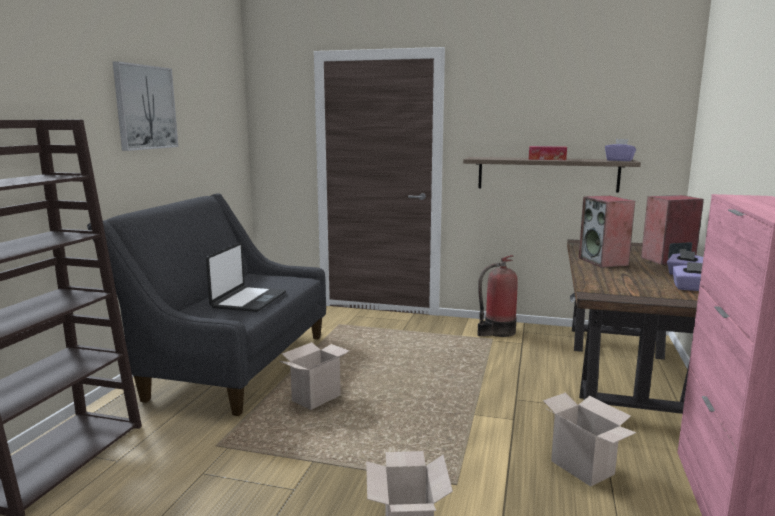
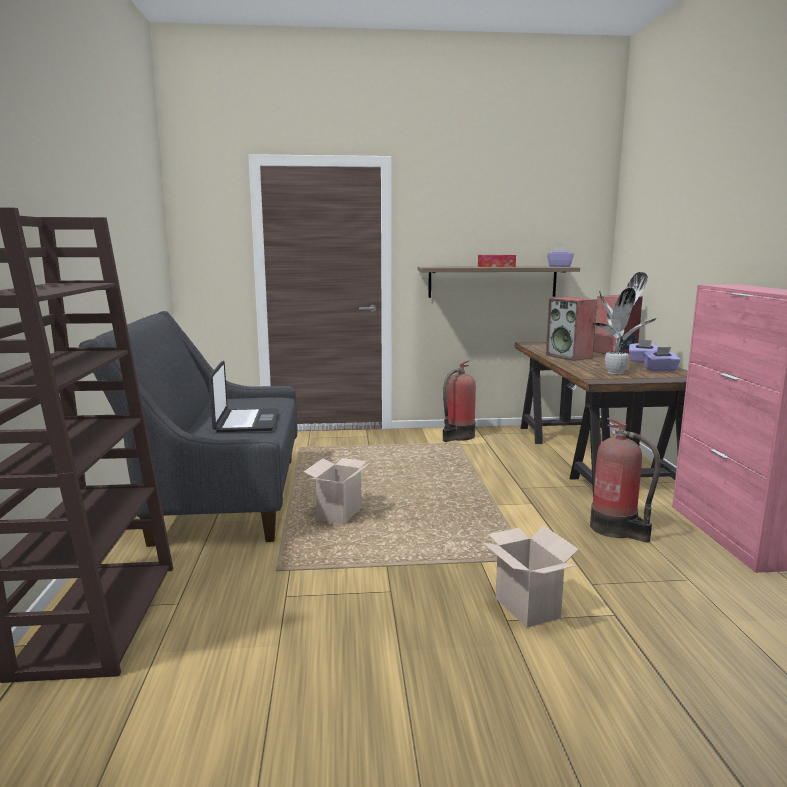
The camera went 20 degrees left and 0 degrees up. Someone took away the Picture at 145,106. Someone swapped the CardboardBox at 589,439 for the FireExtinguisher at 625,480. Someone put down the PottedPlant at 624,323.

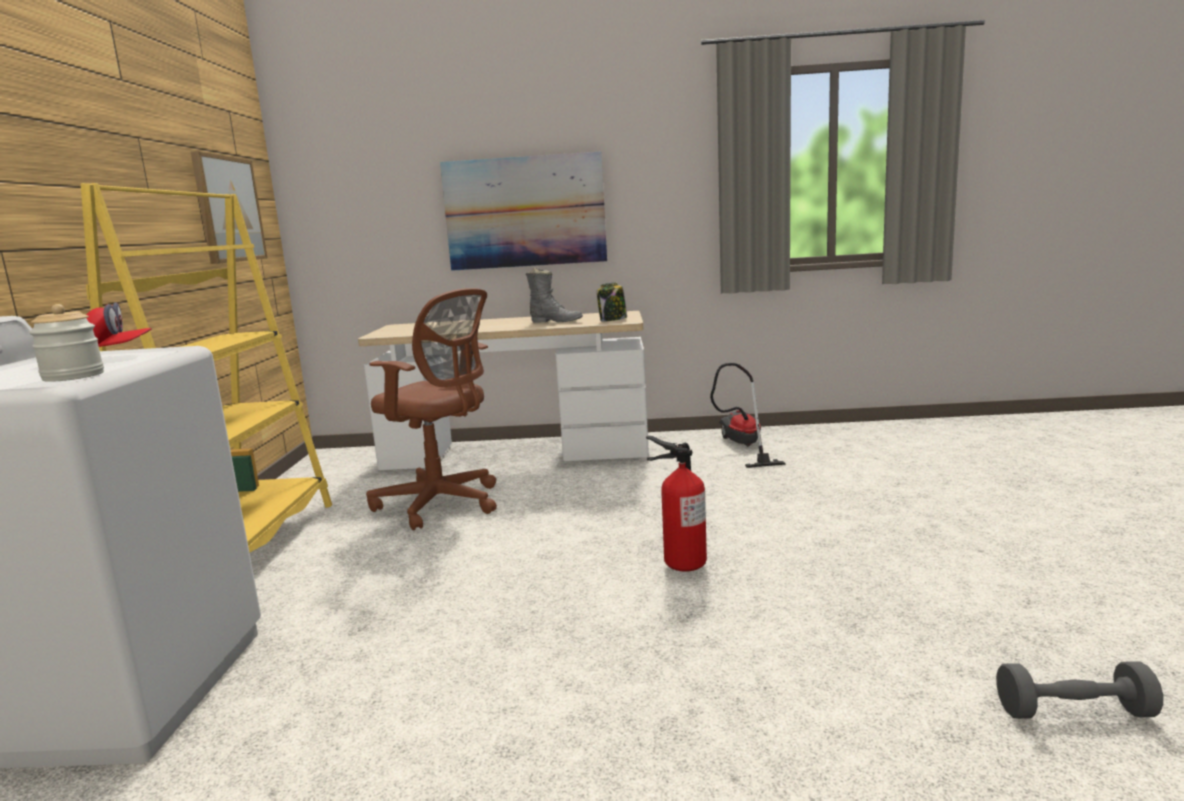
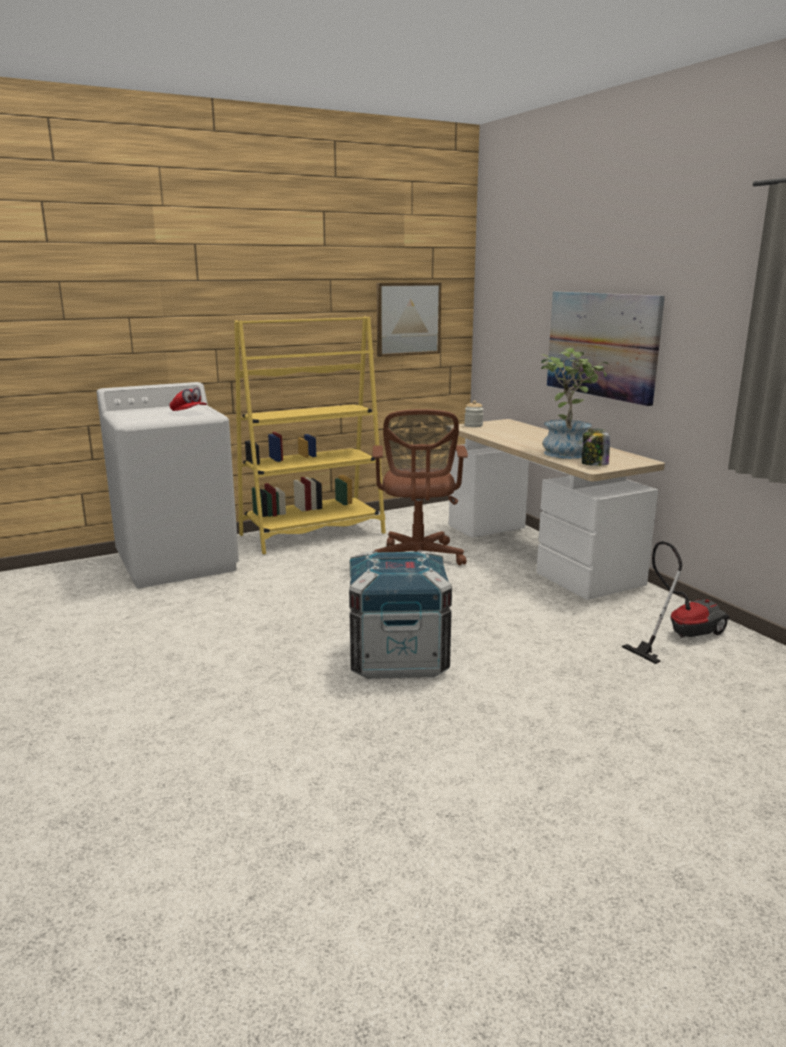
The camera went 60 degrees right and 5 degrees up. Someone swapped the GreyBoot at 554,295 for the PottedPlant at 575,403. Someone carried the Jar from 66,343 to 474,413. Someone swapped the FireExtinguisher at 676,504 for the Crate at 400,614. Someone took away the GreyDumbbell at 1079,690.

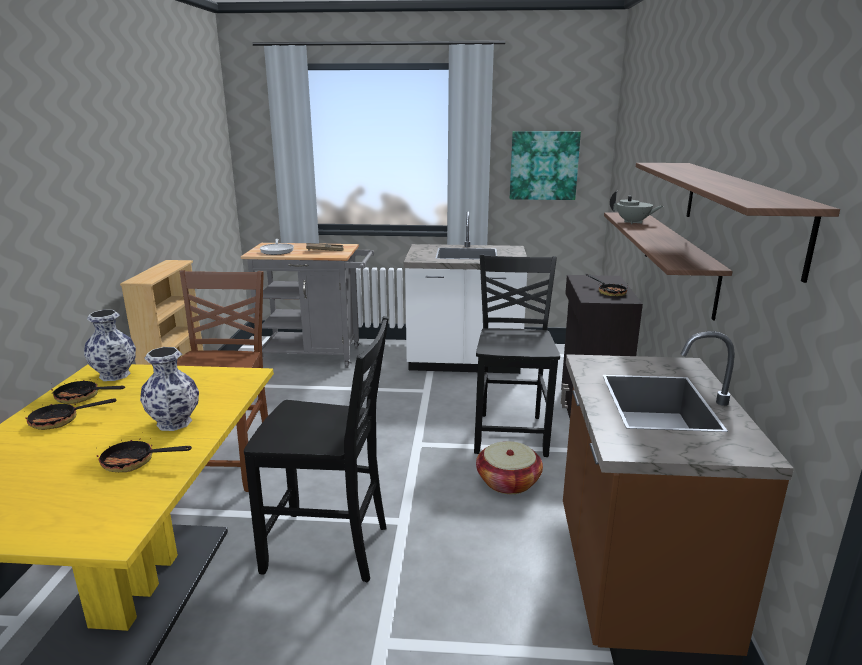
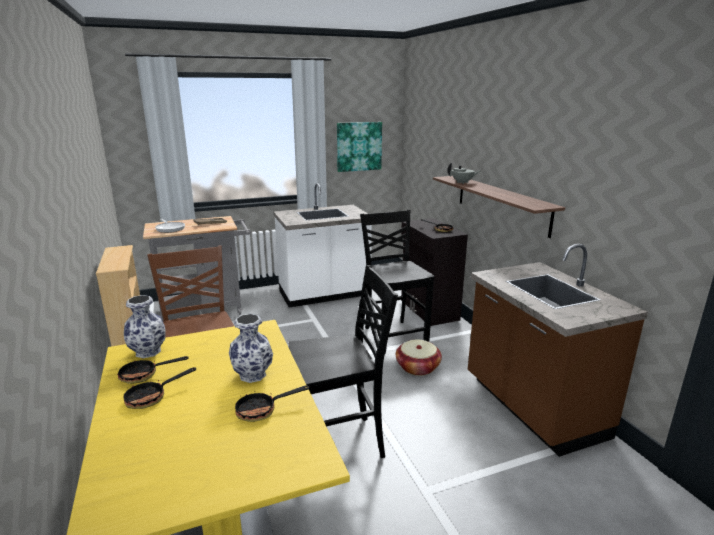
The camera went 25 degrees left and 0 degrees up. Someone took away the Shelf at 738,223.

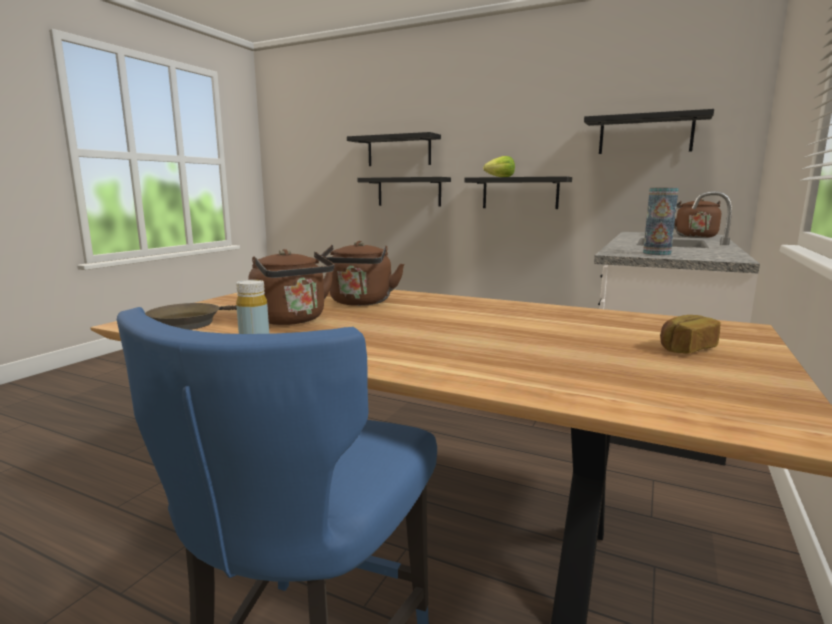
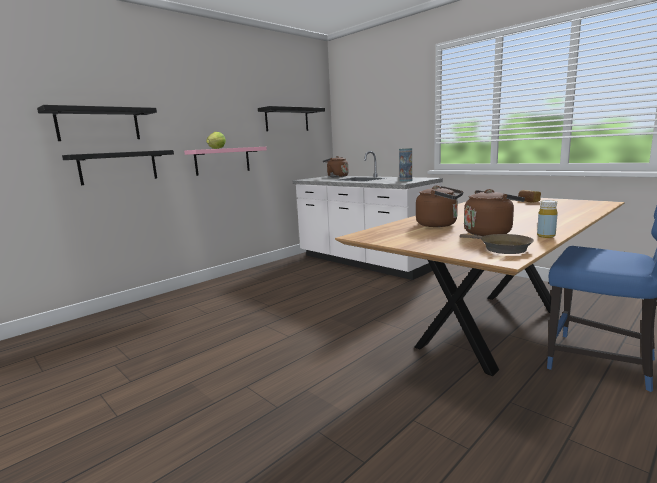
The camera went 70 degrees left and 0 degrees up. Someone repainted the BlackShelf at 518,192, which became the PinkShelf at 225,161.

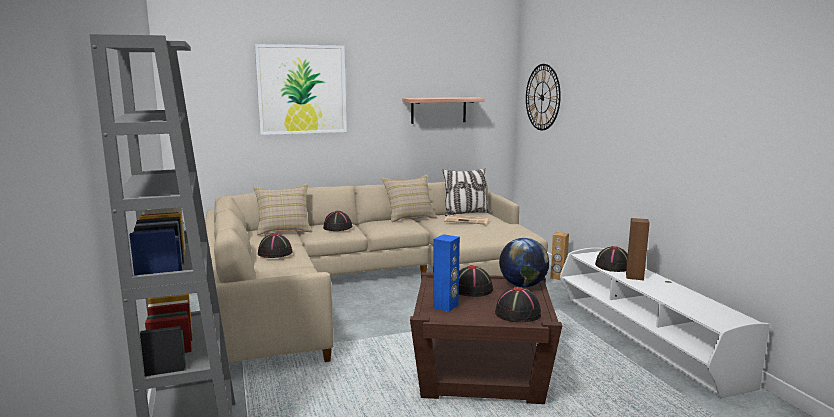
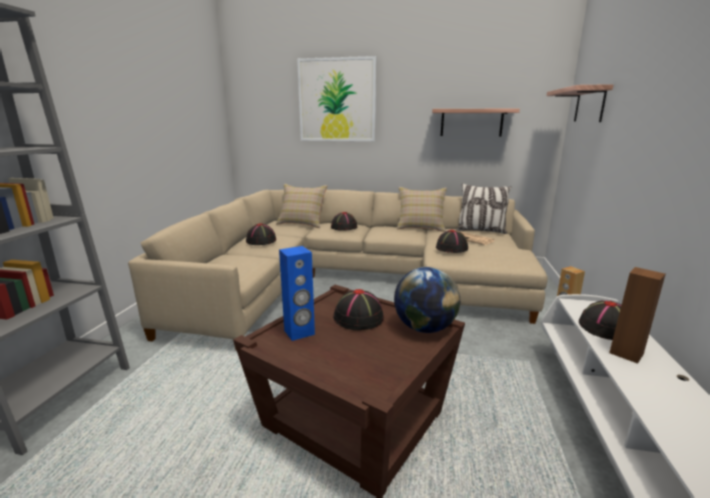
The camera went 30 degrees right and 5 degrees up. Someone swapped the WallClock at 543,97 for the Shelf at 580,103. Someone carried the BlackHat from 518,304 to 452,241.

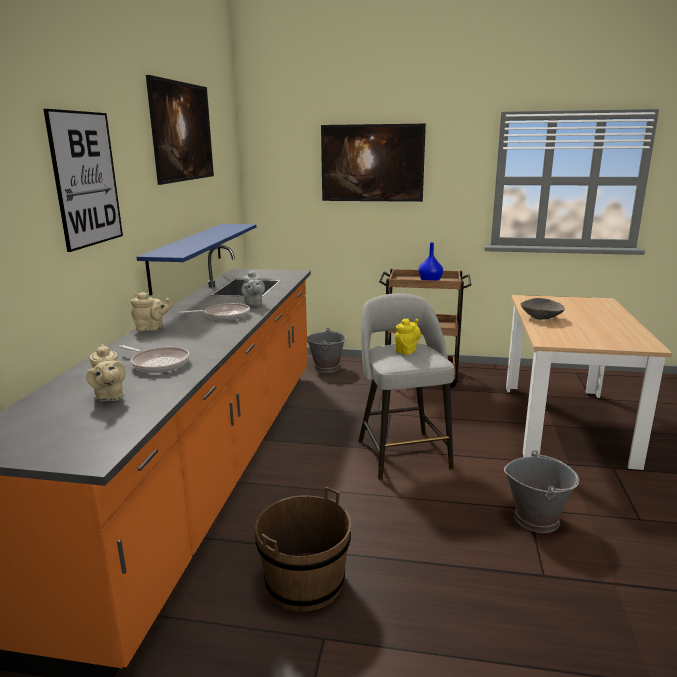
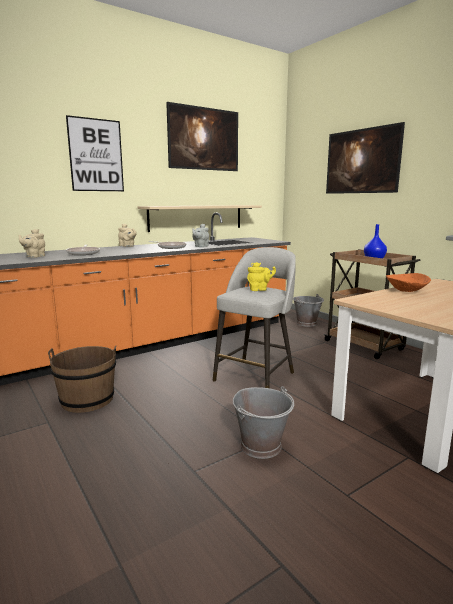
The camera went 45 degrees right and 5 degrees down. Someone repainted the BlueShelf at 196,260, which became the BeigeShelf at 200,218. Someone repainted the GreyBowl at 542,309, which became the OrangeBowl at 408,282.

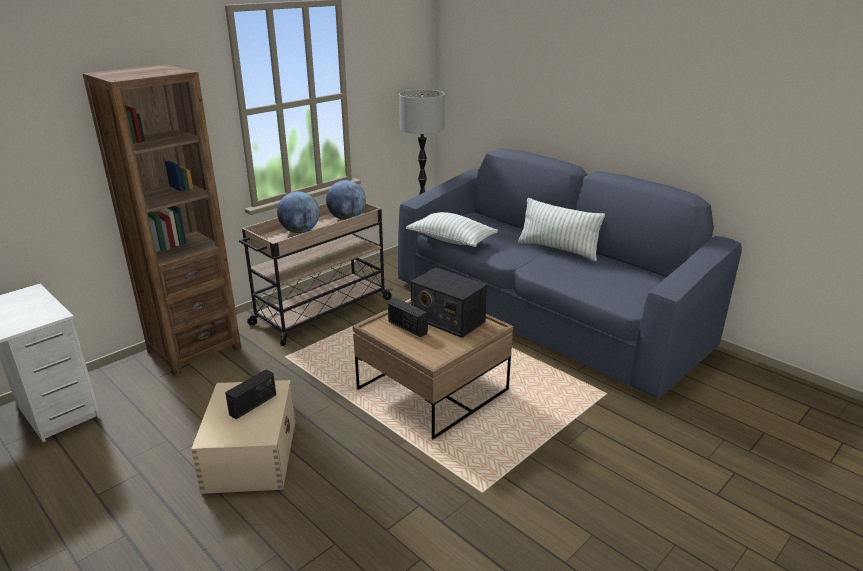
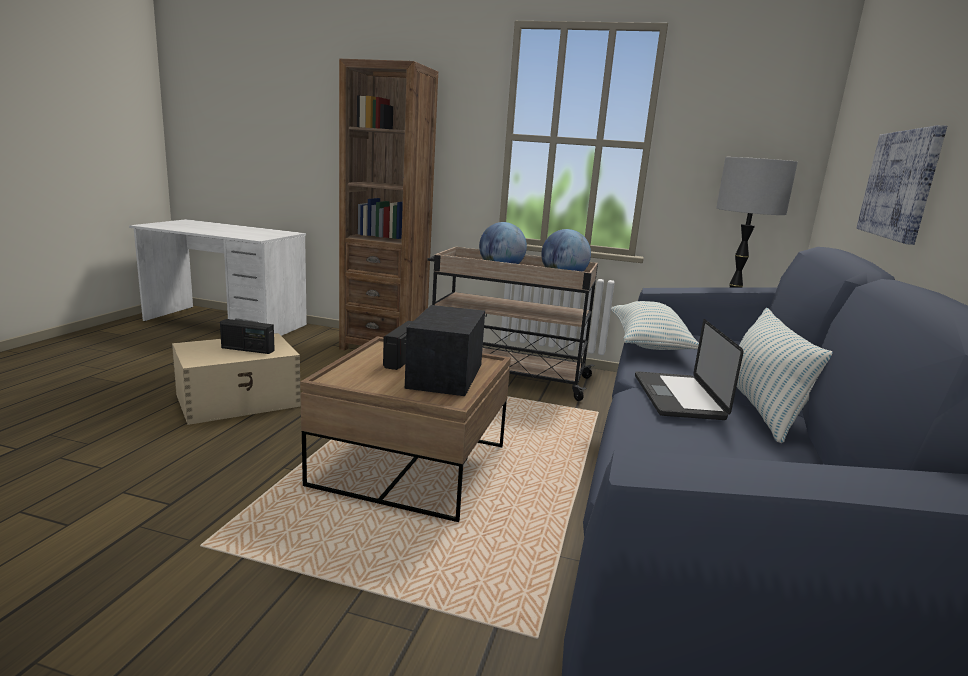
The camera went 60 degrees right and 10 degrees down. Someone put up the Picture at 901,185. Someone put down the Laptop at 689,369.

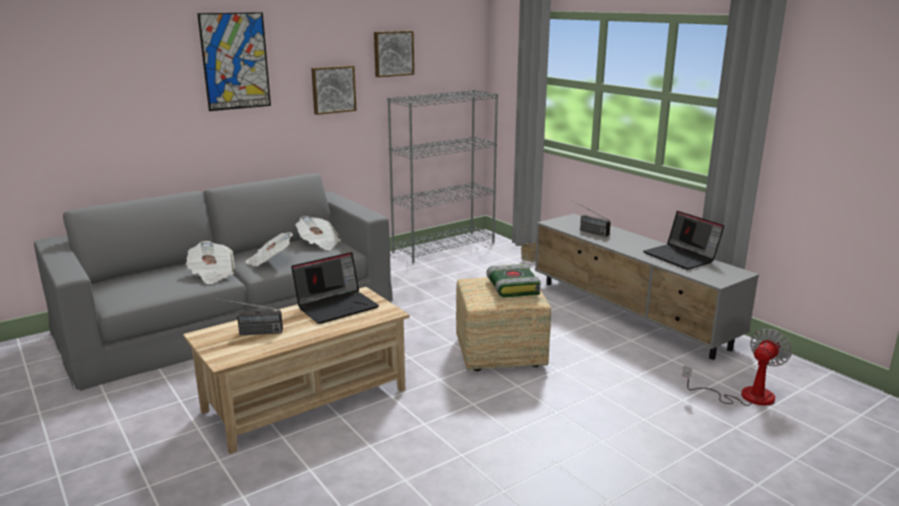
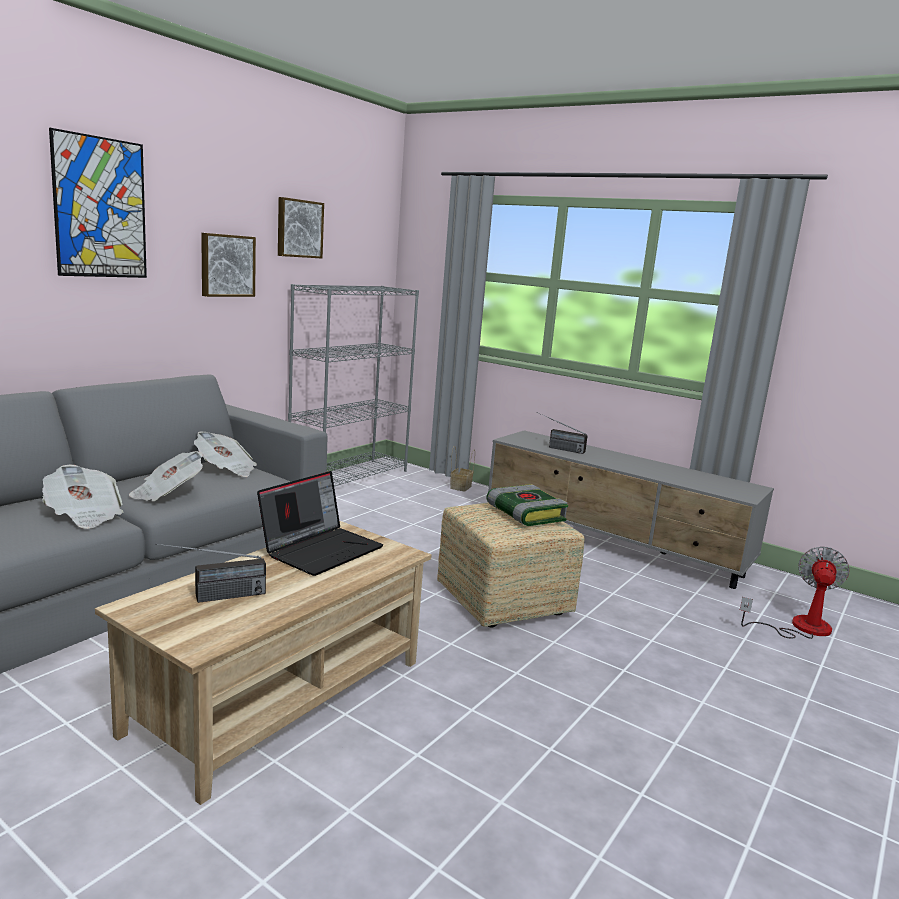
The camera went 20 degrees left and 5 degrees down. Someone took away the Laptop at 683,240.

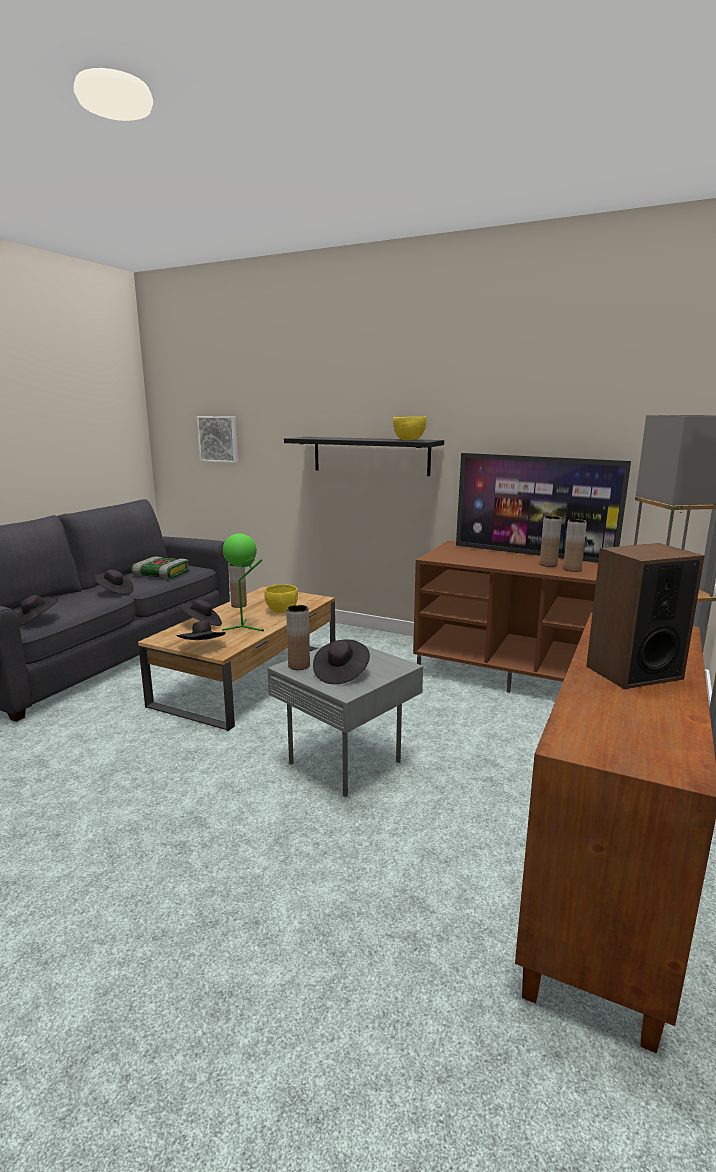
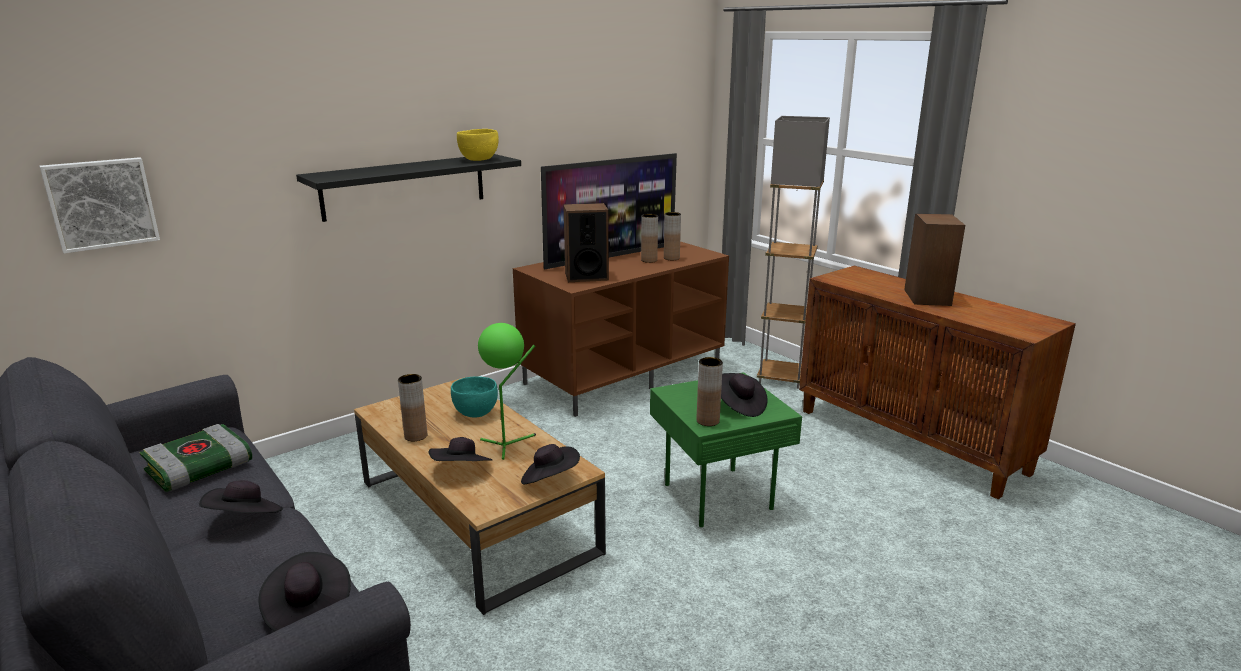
The camera went 65 degrees left and 5 degrees up. Someone repainted the YellowBowl at 281,598, which became the TurquoiseBowl at 474,397. Someone repainted the GreySideTable at 345,717, which became the GreenSideTable at 726,449. Someone put down the Speaker at 586,242.

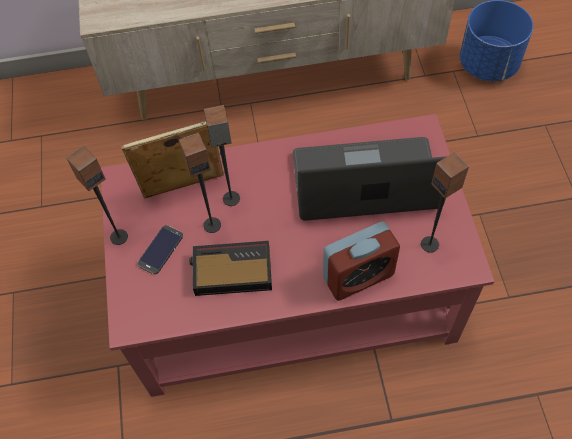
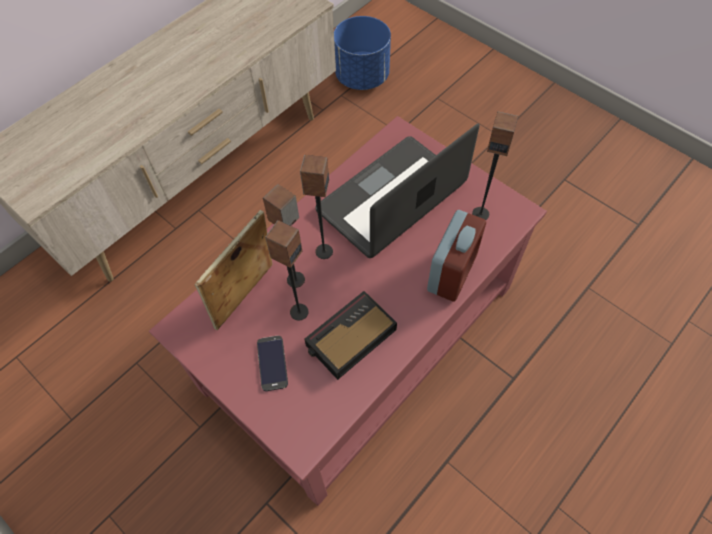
The camera went 40 degrees left and 0 degrees up. Someone carried the Speaker from 97,195 to 316,207.

